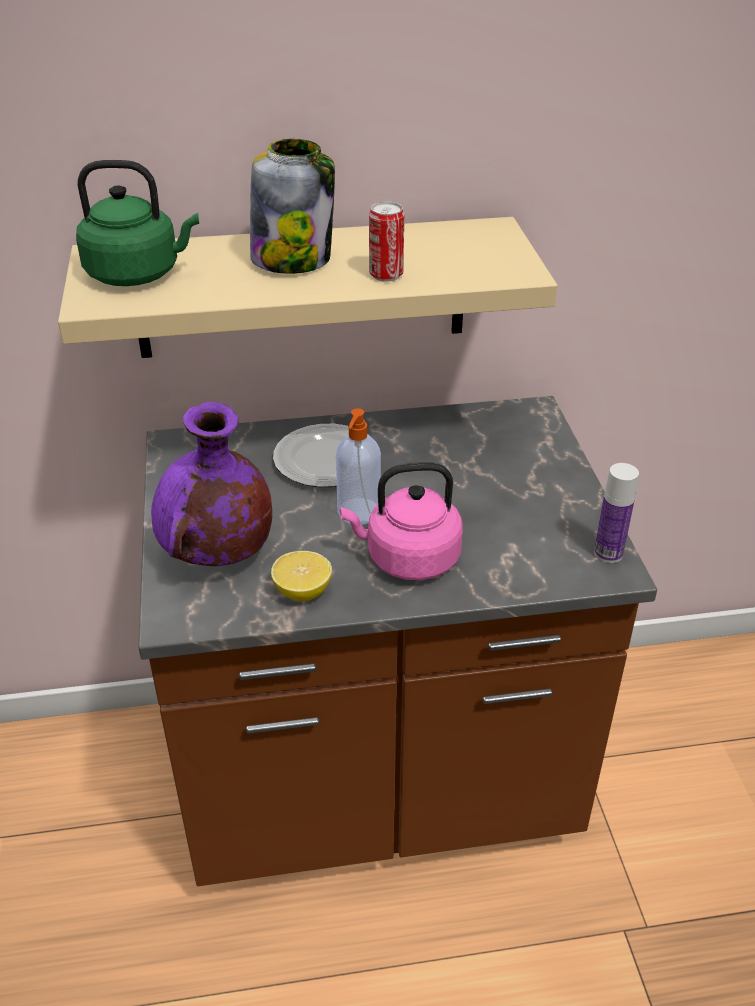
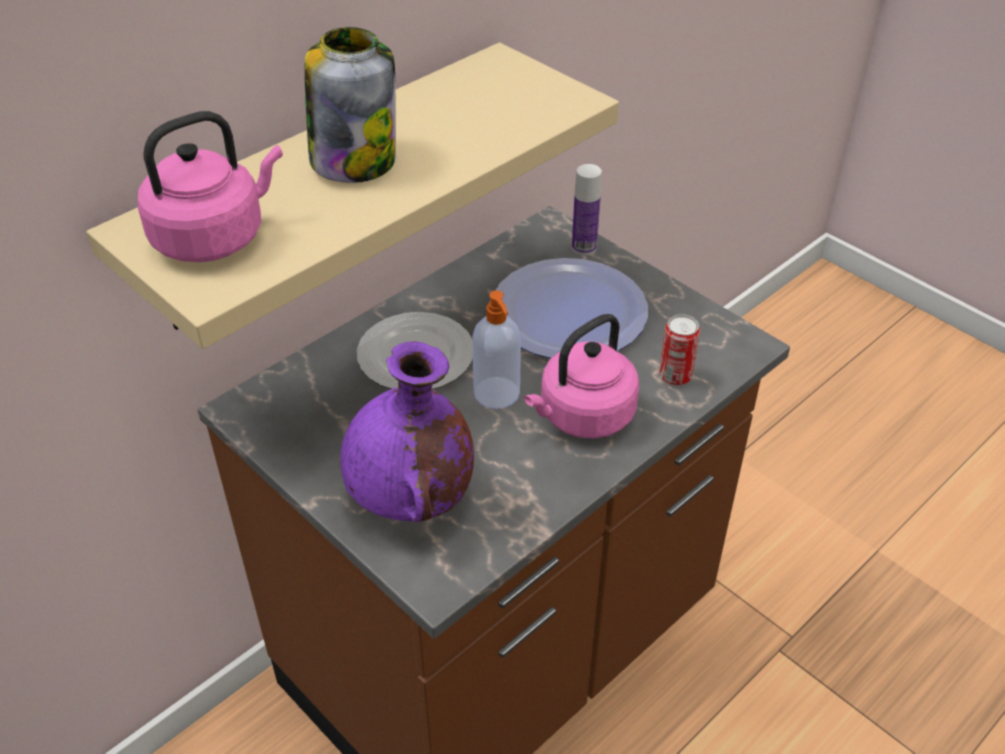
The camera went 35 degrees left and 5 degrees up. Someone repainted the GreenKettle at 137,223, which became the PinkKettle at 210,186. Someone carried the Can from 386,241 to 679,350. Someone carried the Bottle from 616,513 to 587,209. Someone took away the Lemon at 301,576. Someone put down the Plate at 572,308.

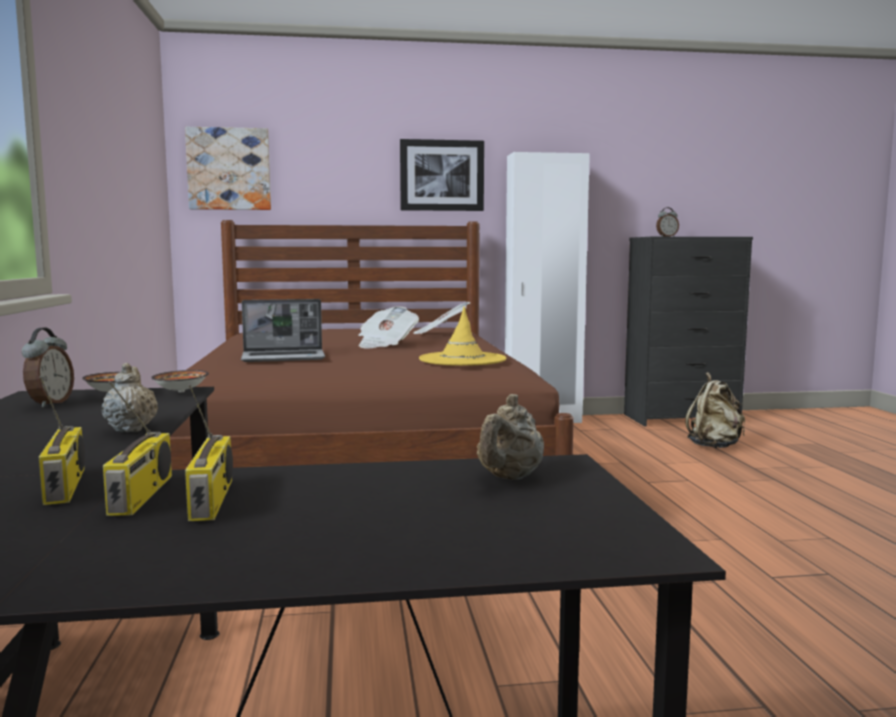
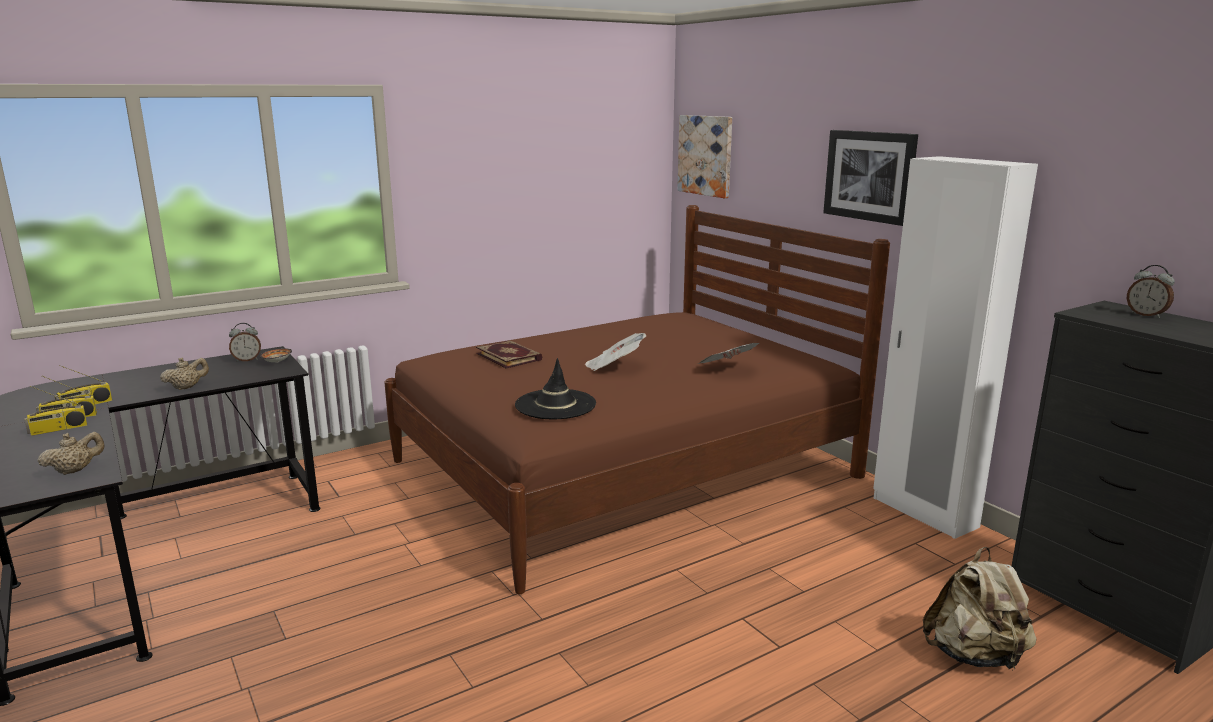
The camera went 65 degrees right and 10 degrees up. Someone swapped the Laptop at 283,330 for the Book at 509,354. Someone repainted the YellowHat at 463,336, which became the BlackHat at 555,388. Someone took away the Bowl at 180,381. Someone rotated the BeigeTeapot at 510,437 by 135 degrees clockwise.

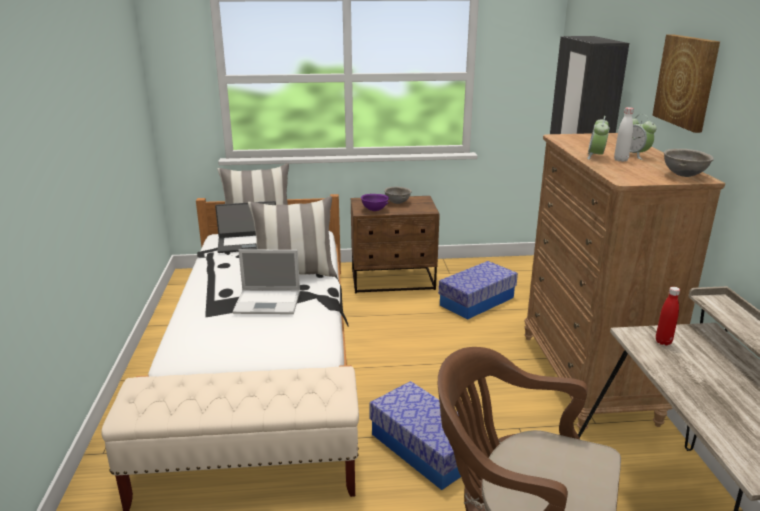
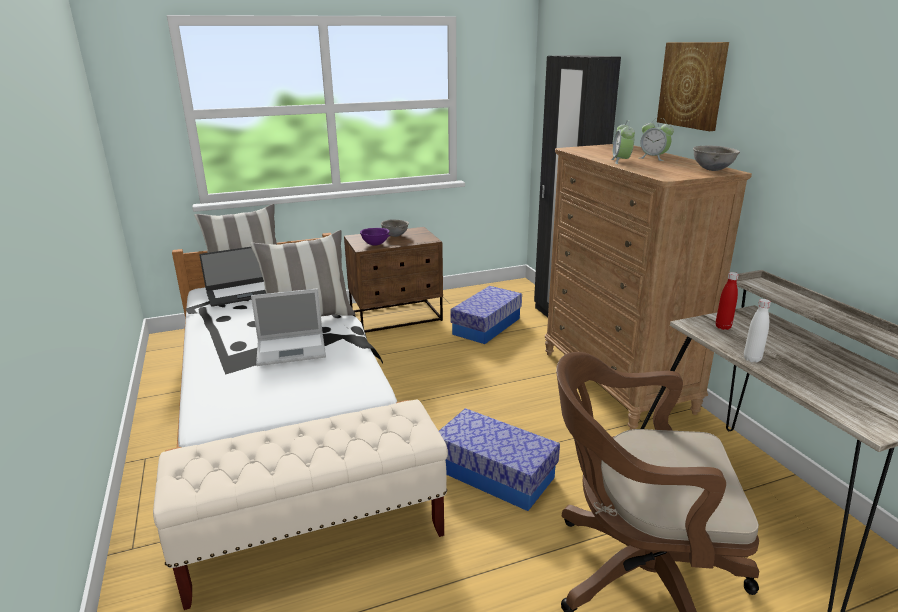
The camera went 15 degrees left and 0 degrees up. Someone carried the WhiteBottle from 624,134 to 757,331.

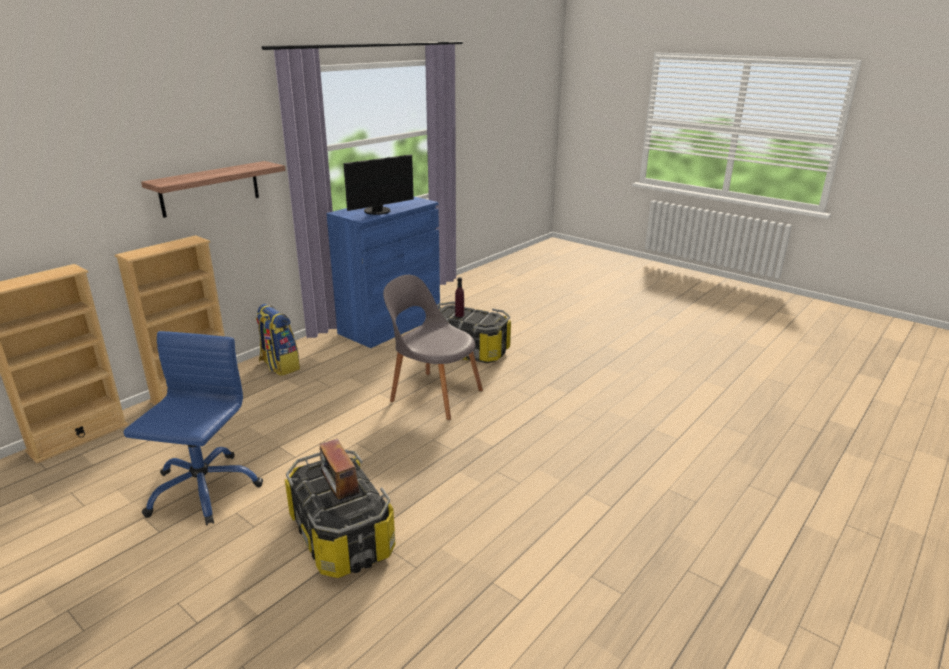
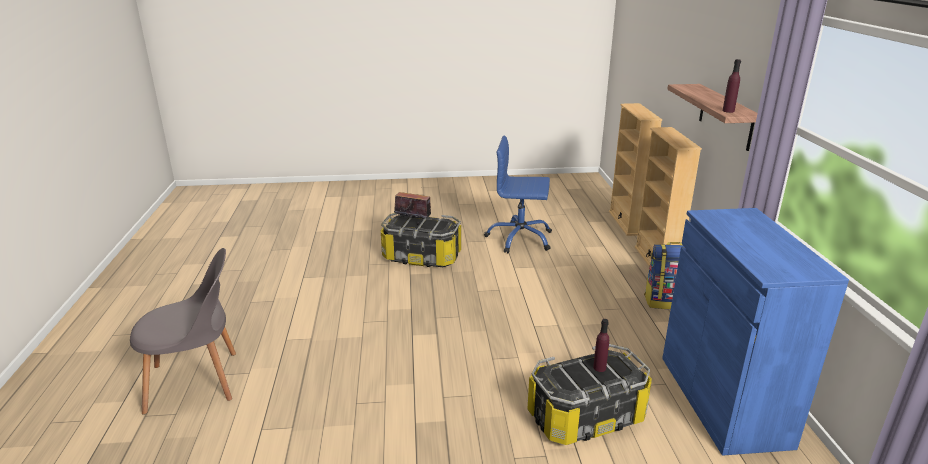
The camera went 135 degrees right and 0 degrees up. Someone took away the Monitor at 378,184. Someone carried the GreyChair from 433,347 to 183,331. Someone rotated the BlueOfficeChair at 193,428 by 135 degrees clockwise. Someone put down the PurpleBottle at 732,86.

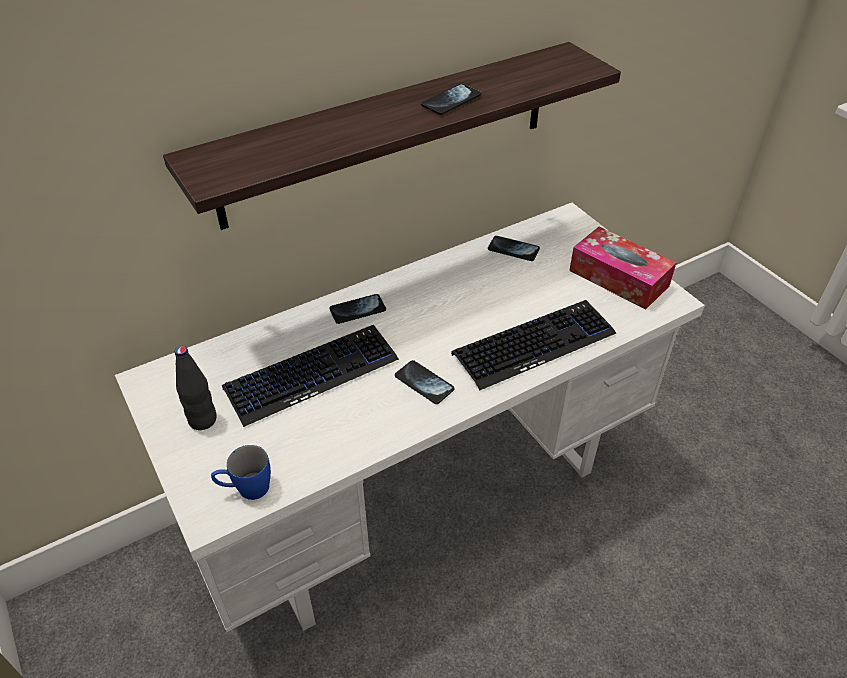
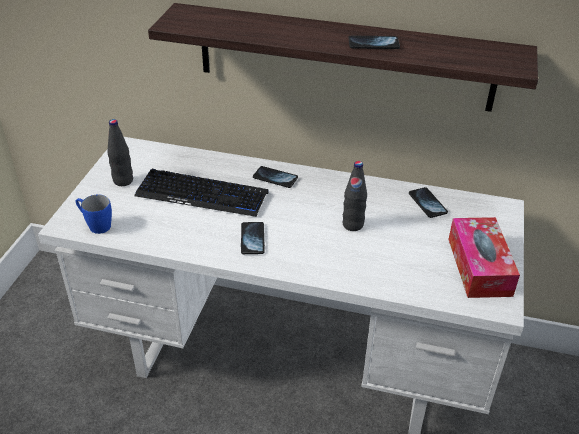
The camera went 45 degrees right and 5 degrees down. Someone took away the Keyboard at 533,345. Someone put down the BlackBottle at 355,196.

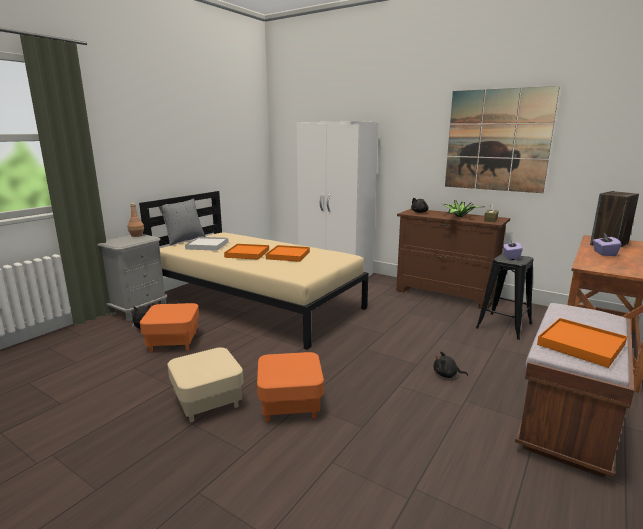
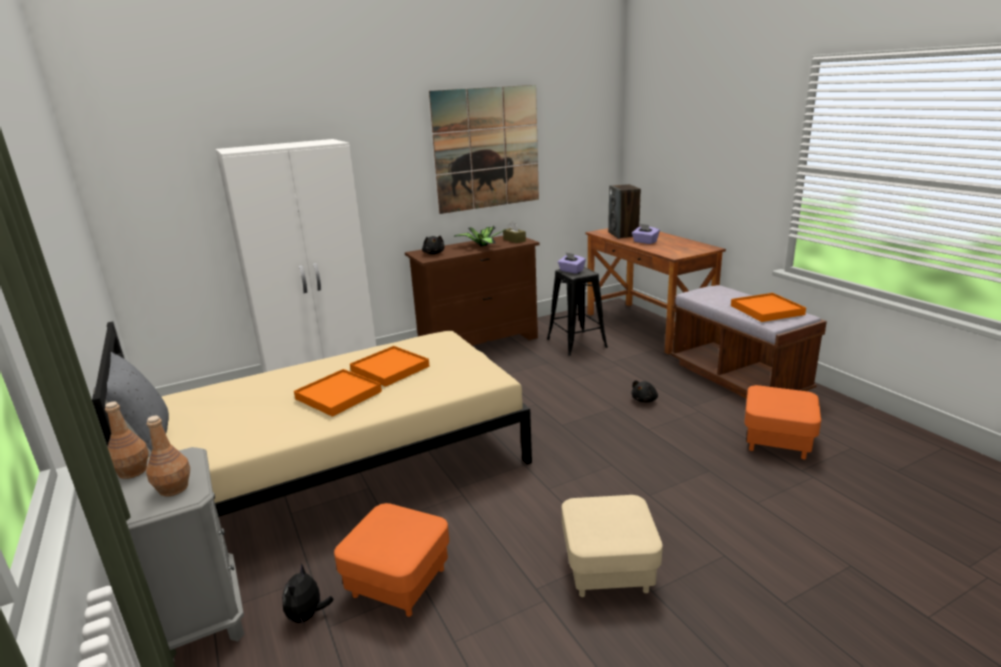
The camera went 60 degrees left and 5 degrees up. Someone took away the WhiteTray at 207,244. Someone carried the OrangeOttoman from 290,387 to 782,422. Someone put down the BrownBottle at 168,456.

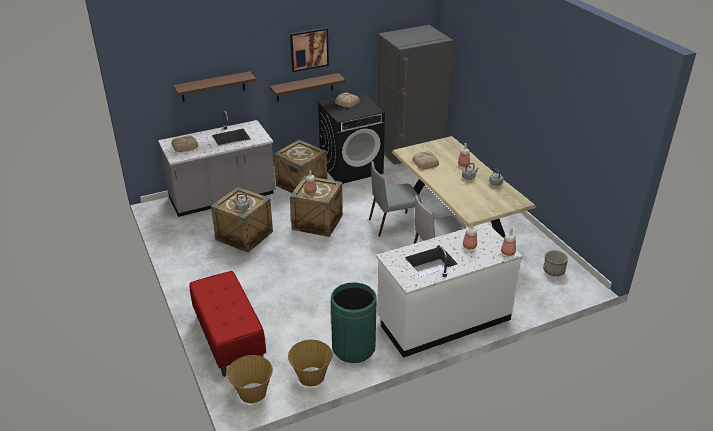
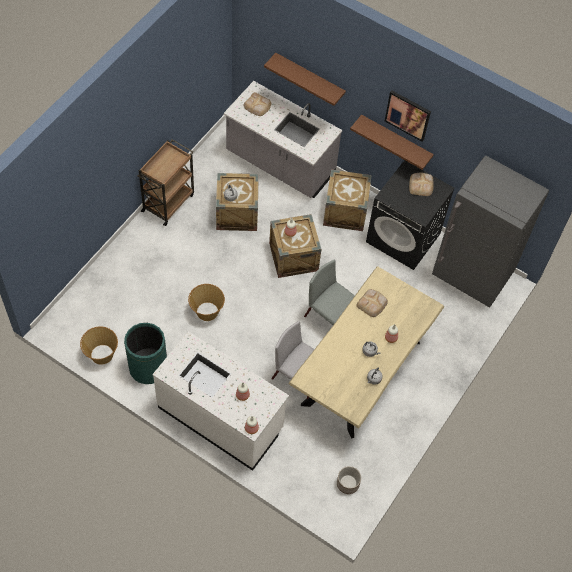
The camera went 55 degrees right and 25 degrees up. Someone took away the RedBench at 227,324. Someone carried the Basket from 250,379 to 206,302. Someone put down the BrownCart at 166,182.

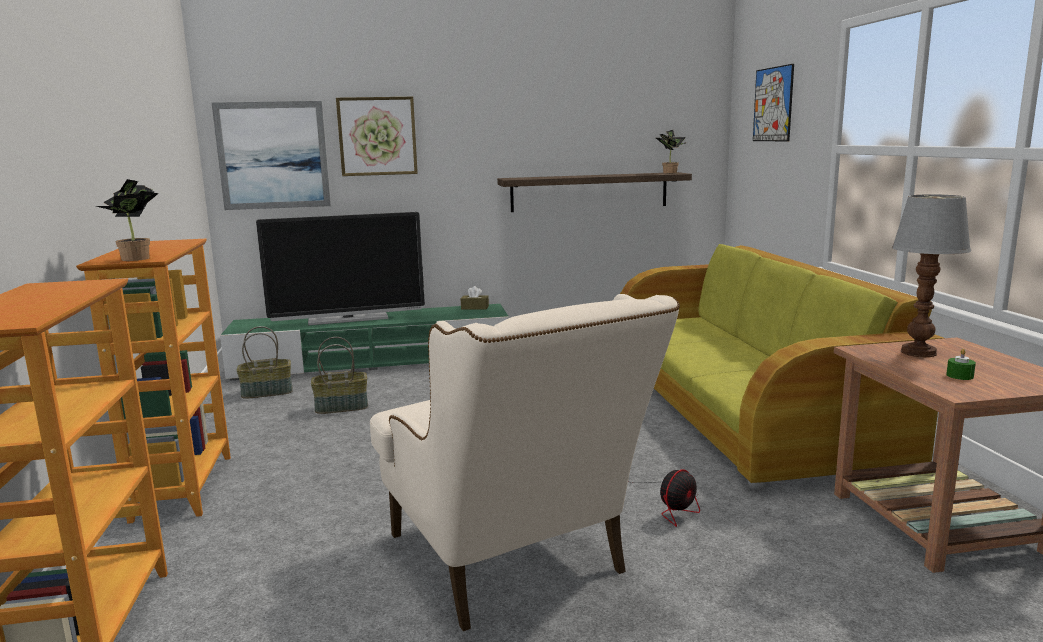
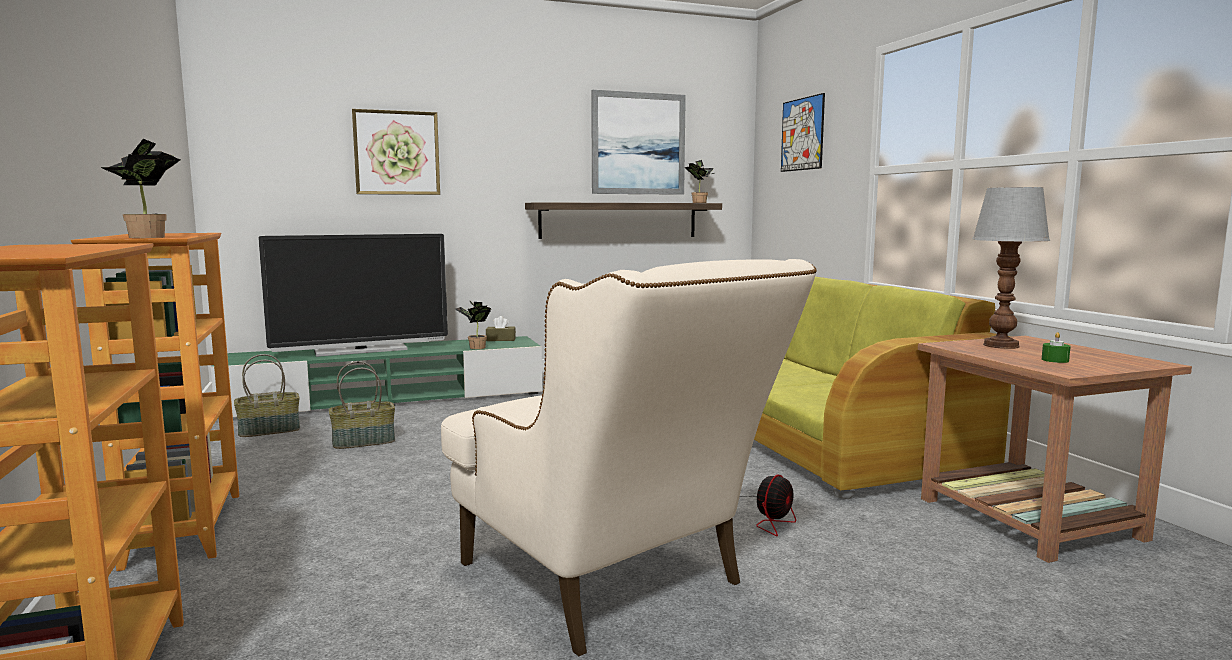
The camera went 10 degrees left and 5 degrees down. Someone carried the Picture from 271,155 to 638,142. Someone put down the PottedPlant at 473,325.

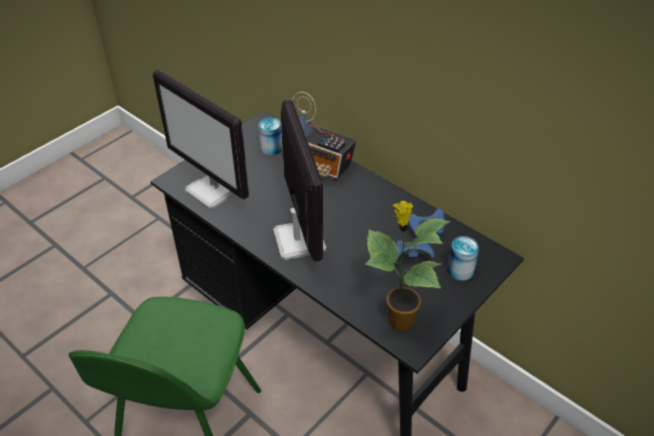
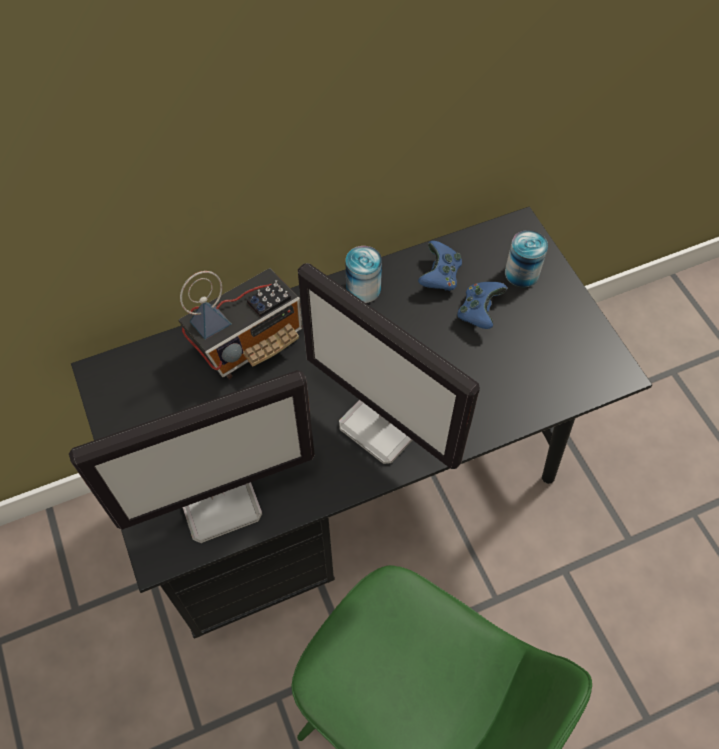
The camera went 65 degrees left and 15 degrees up. Someone rotated the Monitor at 299,180 by 150 degrees counterclockwise. Someone carried the Can from 270,136 to 364,274. Someone took away the PottedPlant at 408,266.

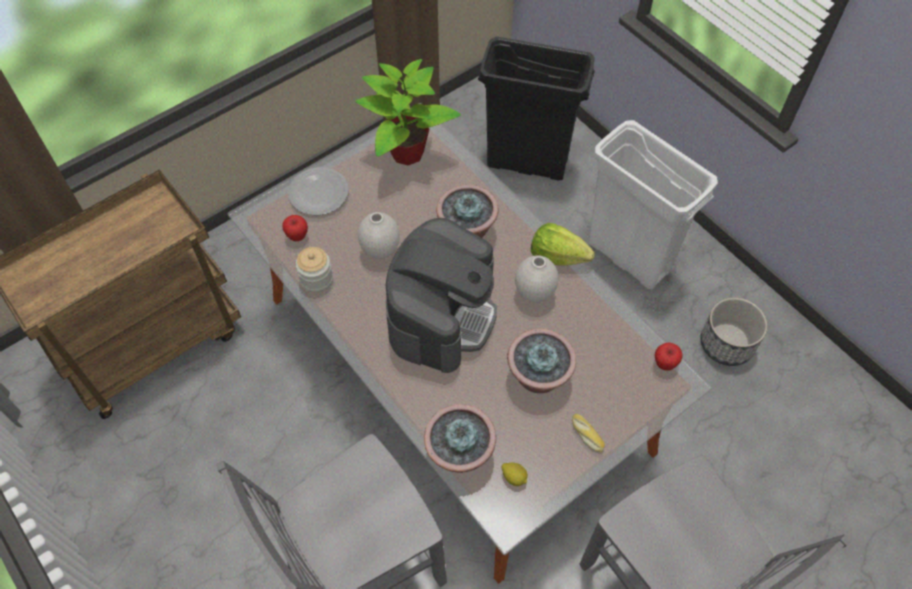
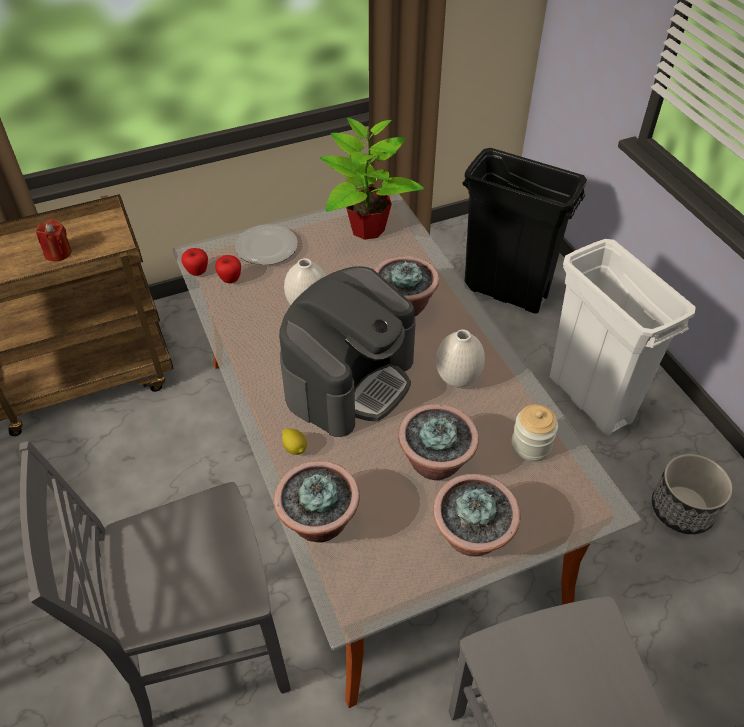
The camera went 15 degrees right and 10 degrees down. Someone took away the Lettuce at 563,244. Someone carried the Jar from 314,270 to 534,432. Someone carried the Apple from 668,356 to 194,262. Someone swapped the Bread at 588,432 for the PottedPlant at 476,515. Someone carried the Lemon from 514,474 to 294,441. Someone put down the RedCandle at 54,240.

